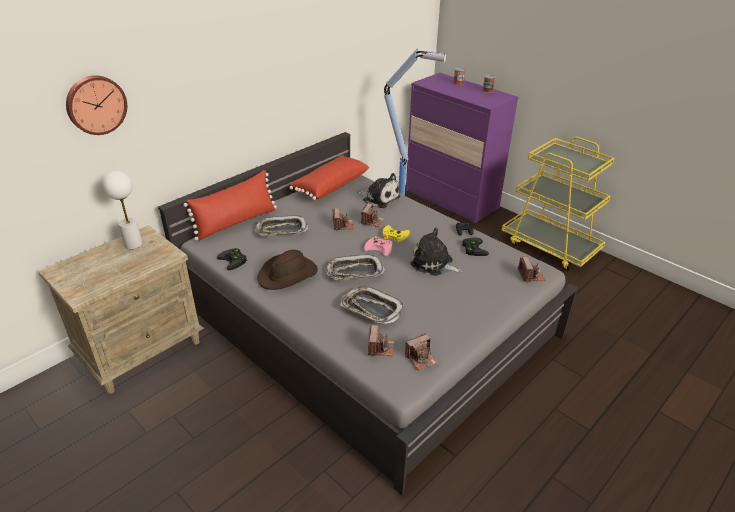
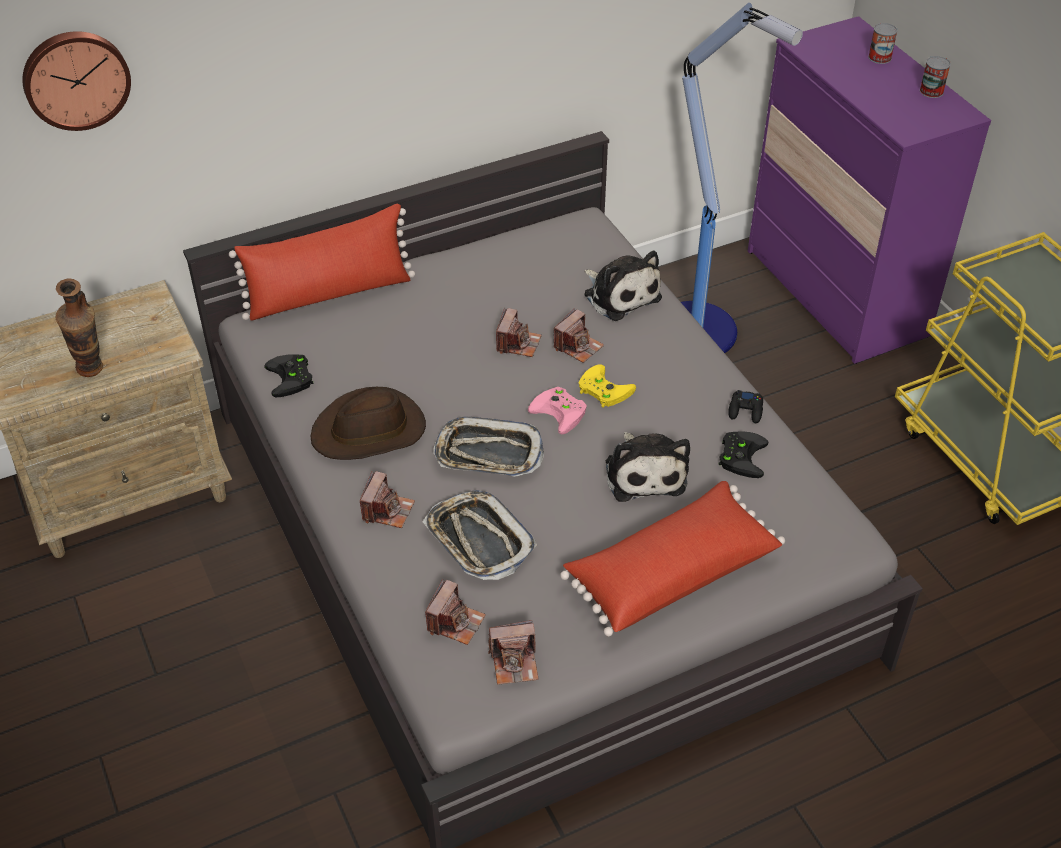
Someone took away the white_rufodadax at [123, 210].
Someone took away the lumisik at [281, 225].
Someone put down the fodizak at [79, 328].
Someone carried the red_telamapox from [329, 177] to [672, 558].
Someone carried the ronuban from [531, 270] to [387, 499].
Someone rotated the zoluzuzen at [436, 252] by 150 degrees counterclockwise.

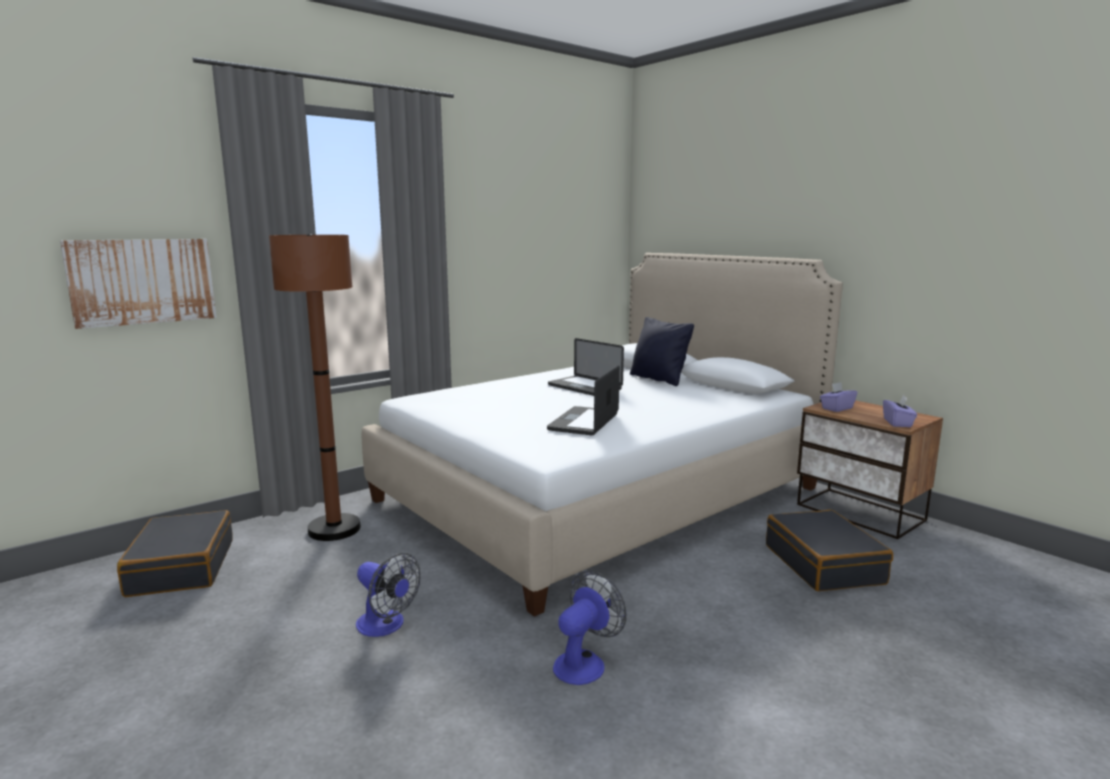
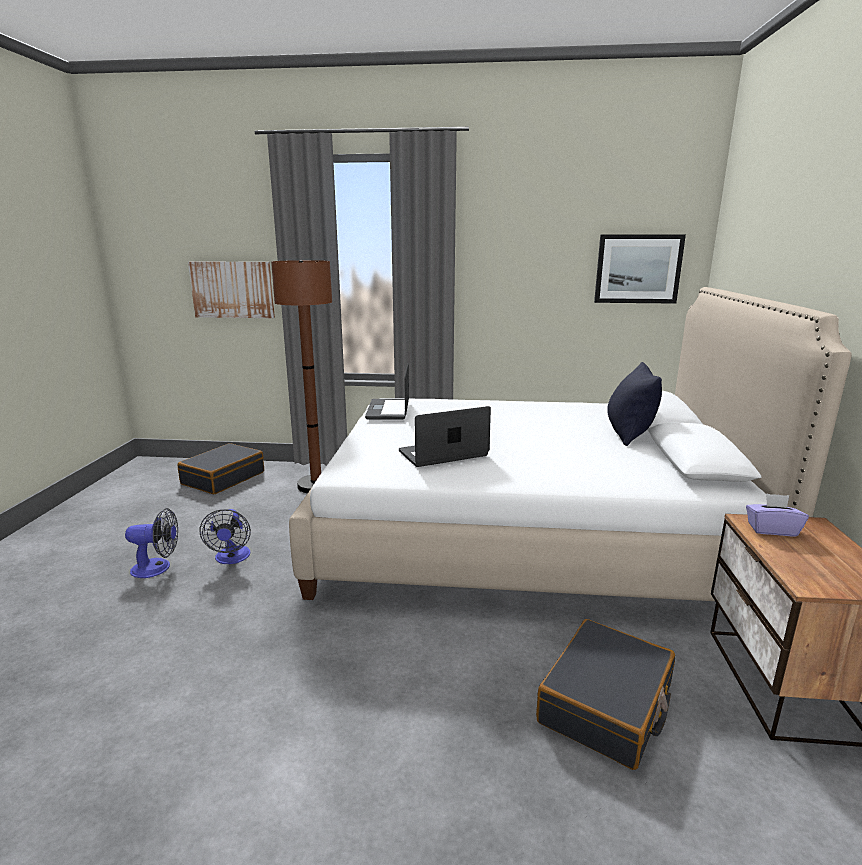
Someone took away the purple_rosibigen at [900, 411].
Someone put up the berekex at [640, 269].
Someone carried the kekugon from [586, 367] to [387, 392].
Someone carried the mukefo from [589, 628] to [151, 543].

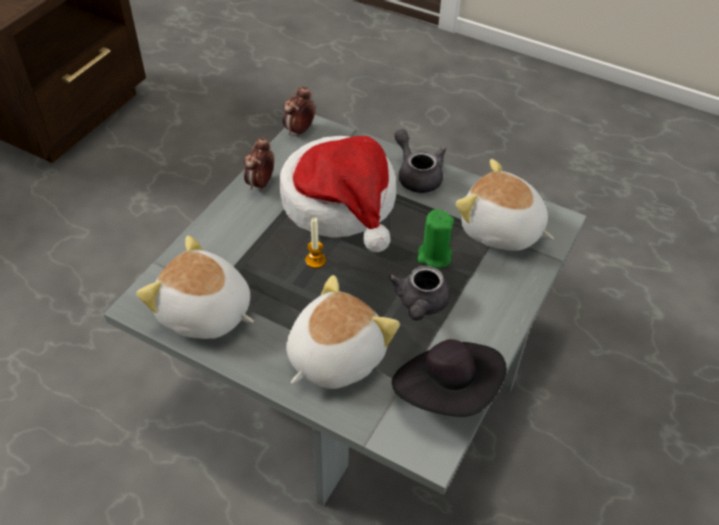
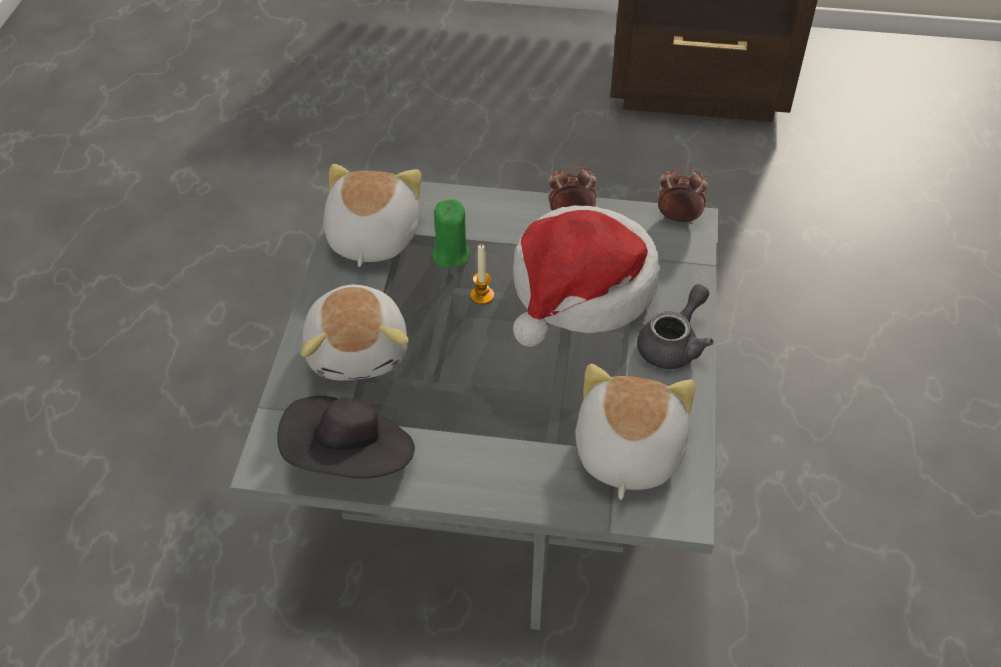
Someone took away the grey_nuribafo at [419, 293].
Someone carried the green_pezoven from [435, 238] to [451, 233].
Someone rotated the zoluzuzen at [343, 332] by 60 degrees clockwise.

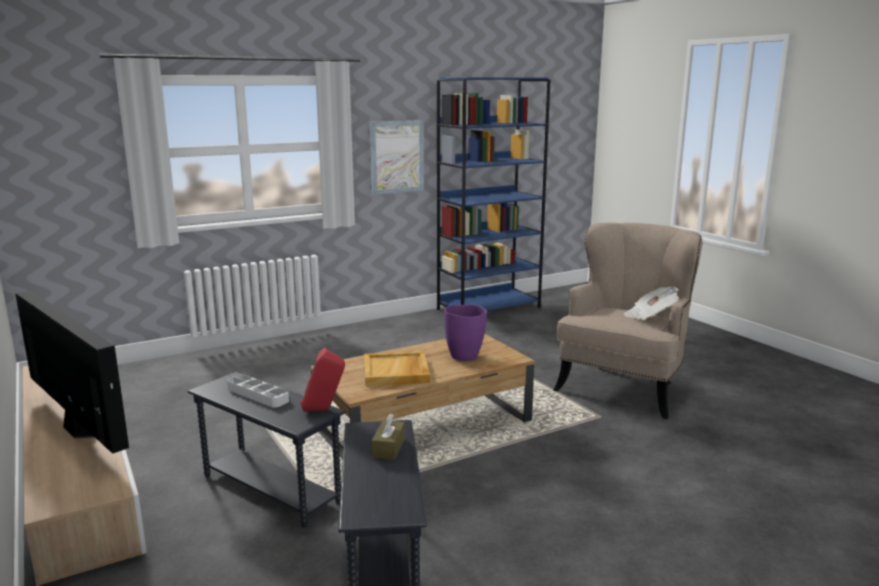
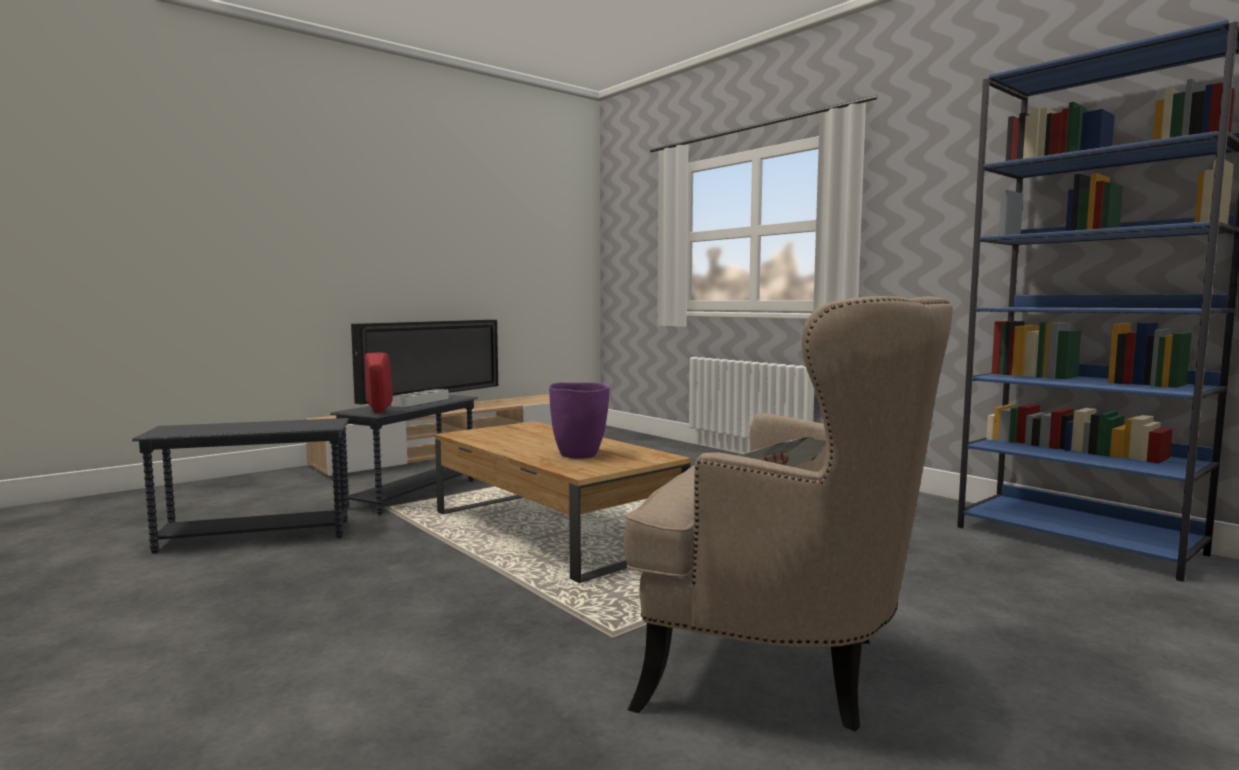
Someone took away the beige_lumisik at [397, 368].
Someone took away the berekex at [397, 157].
Someone took away the brown_rosibigen at [388, 437].

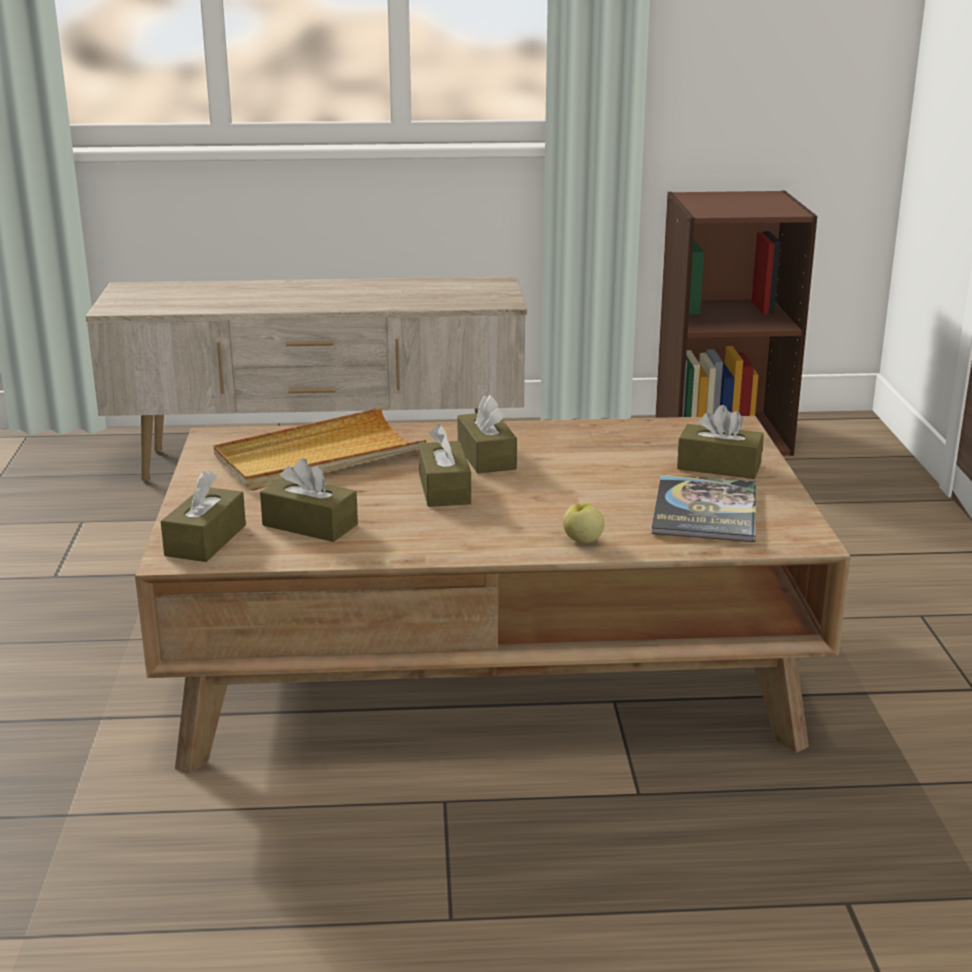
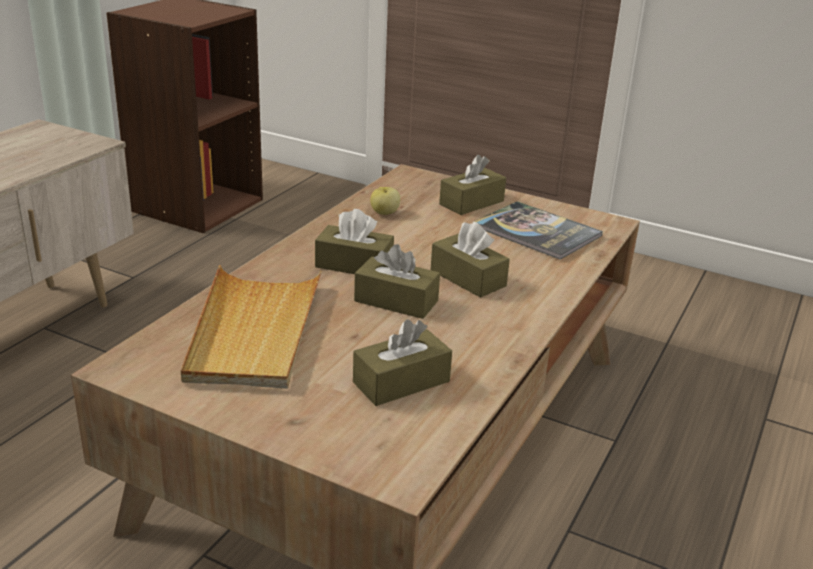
Someone carried the brown_rosibigen from [203, 516] to [470, 260].
Someone carried the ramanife from [584, 523] to [385, 201].

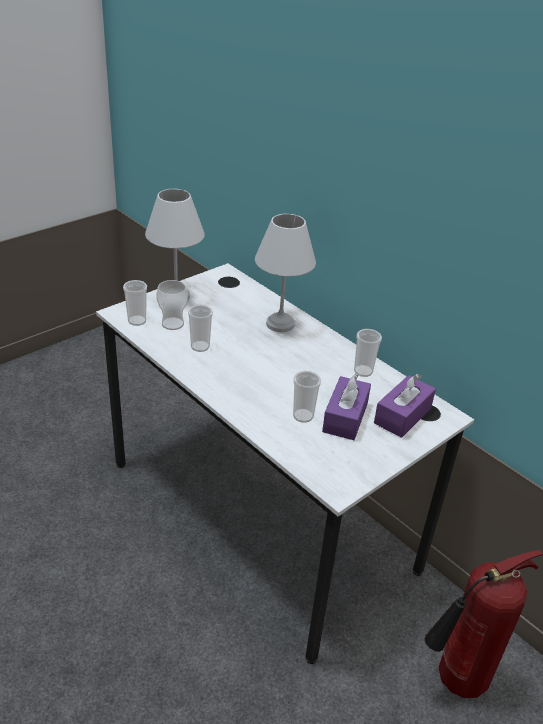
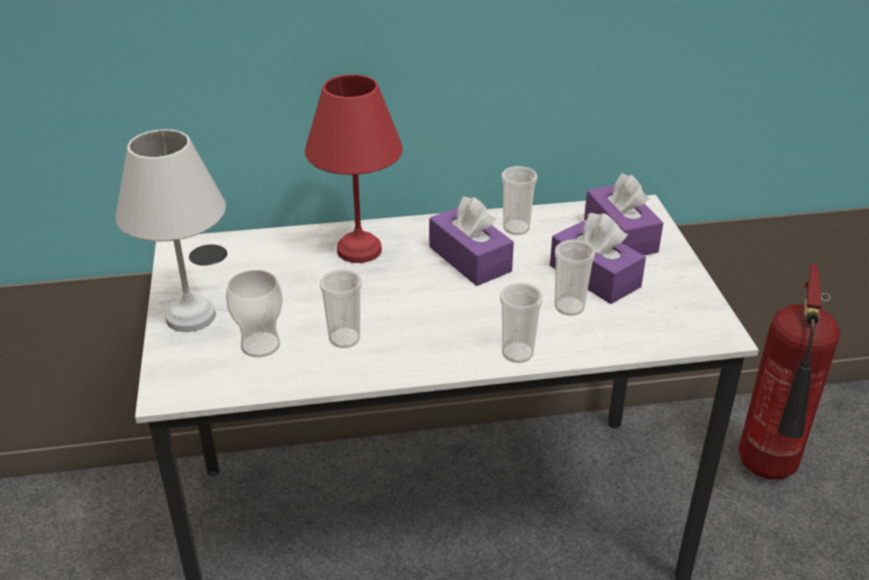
Someone put down the purple_rosibigen at [471, 241].
Someone carried the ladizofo from [135, 303] to [521, 323].
Someone repainted the white_rufodadax at [285, 273], which became the red_rufodadax at [354, 168].

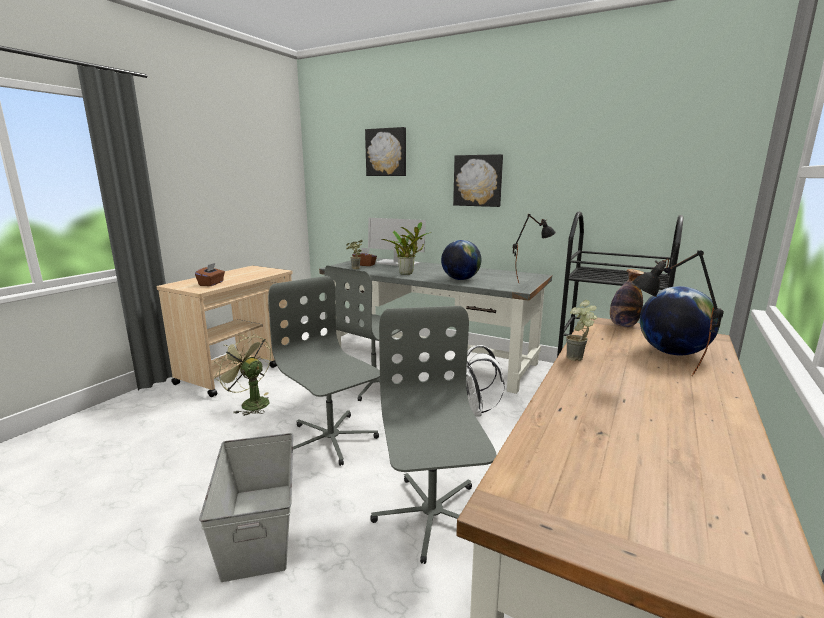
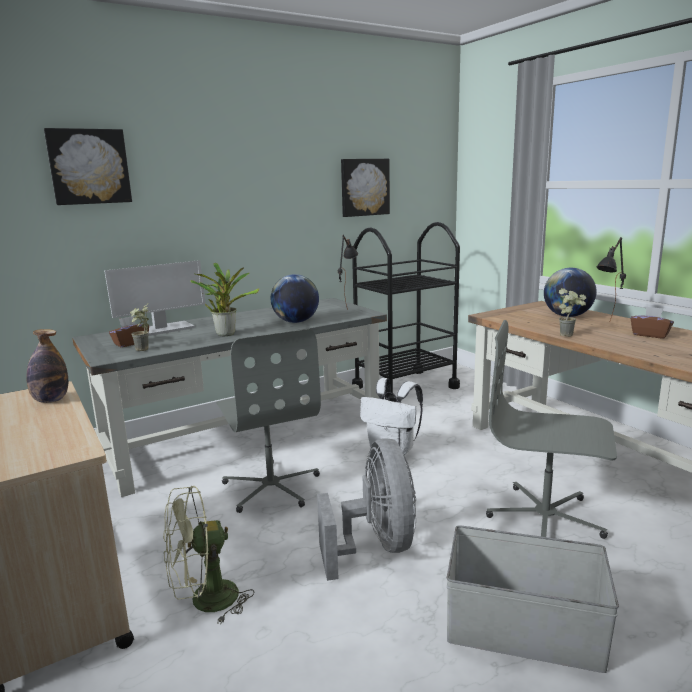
Someone carried the brown_rosibigen from [210, 274] to [652, 323].
Someone carried the berekex from [478, 180] to [365, 188].
Someone carried the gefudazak from [627, 298] to [47, 366].
Someone swapped the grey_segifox at [324, 371] for the grey_mukefo at [366, 510].

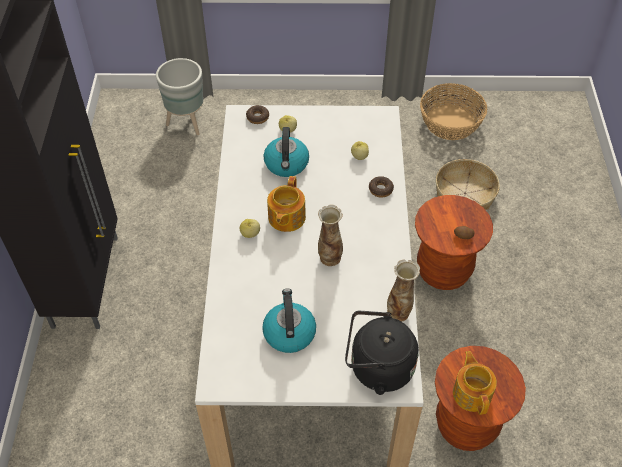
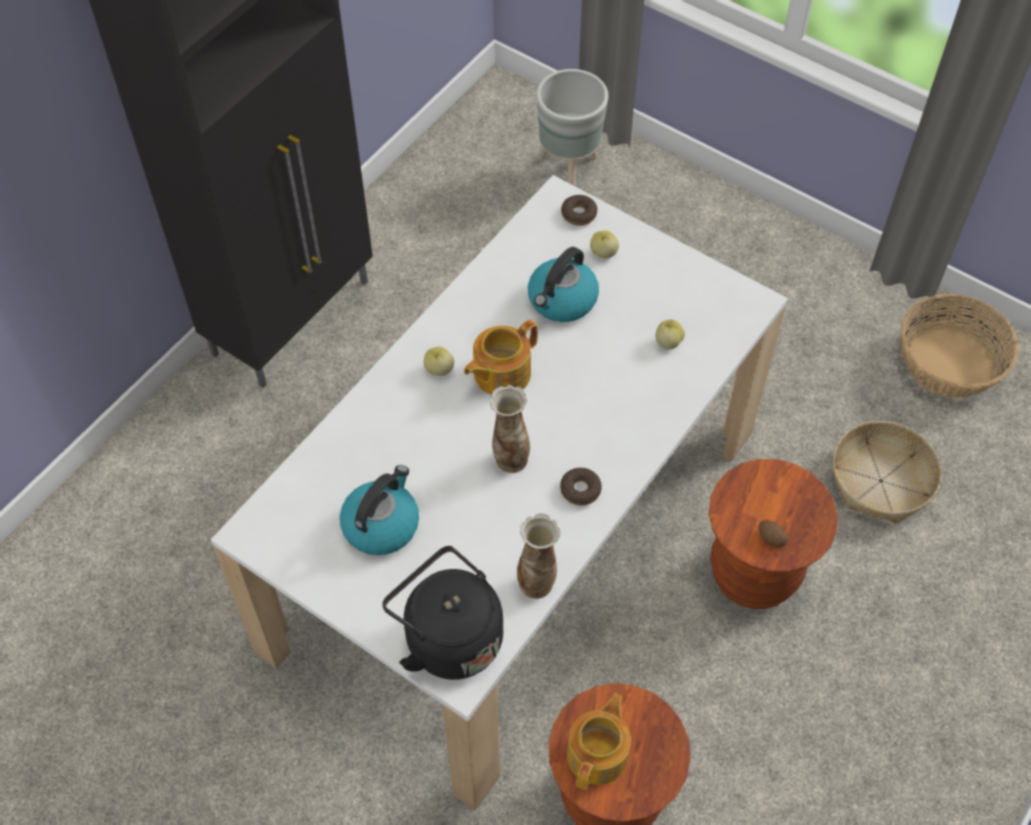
Someone carried the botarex from [381, 187] to [581, 487].

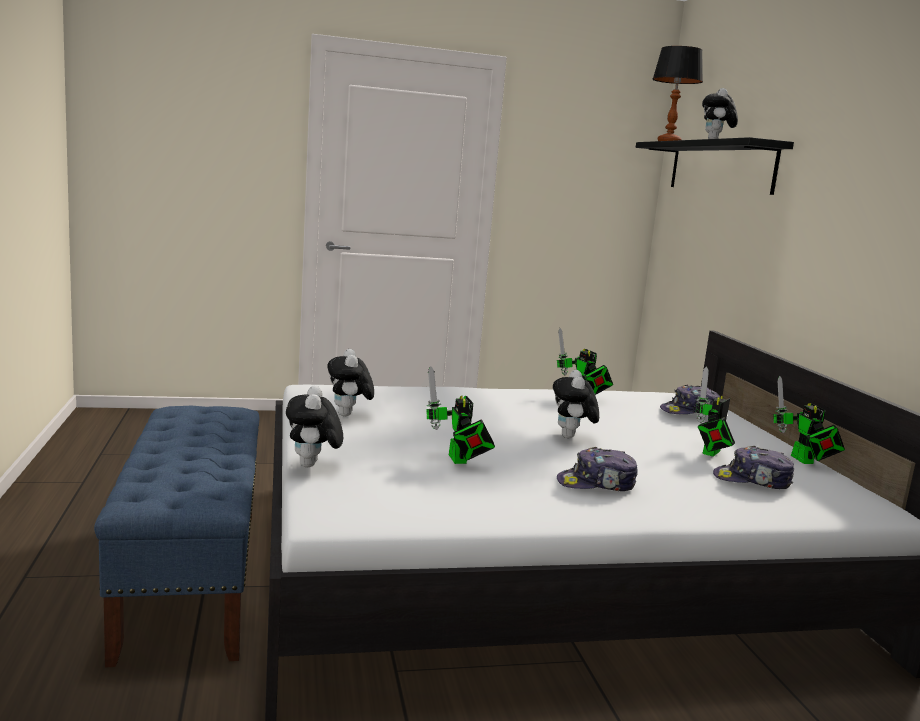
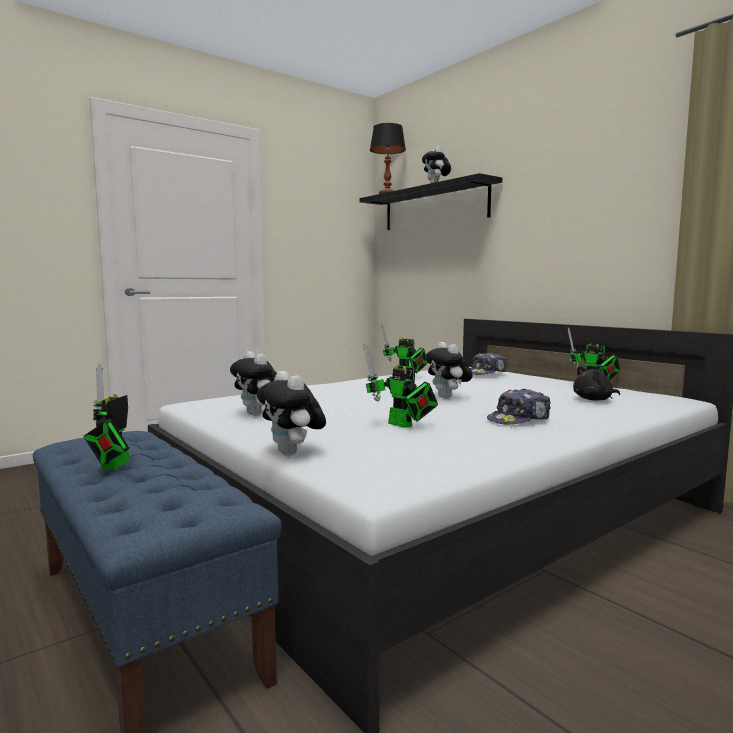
Someone carried the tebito from [715, 411] to [106, 417].
Someone swapped the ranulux at [753, 467] for the black_zoluzuzen at [596, 383].

